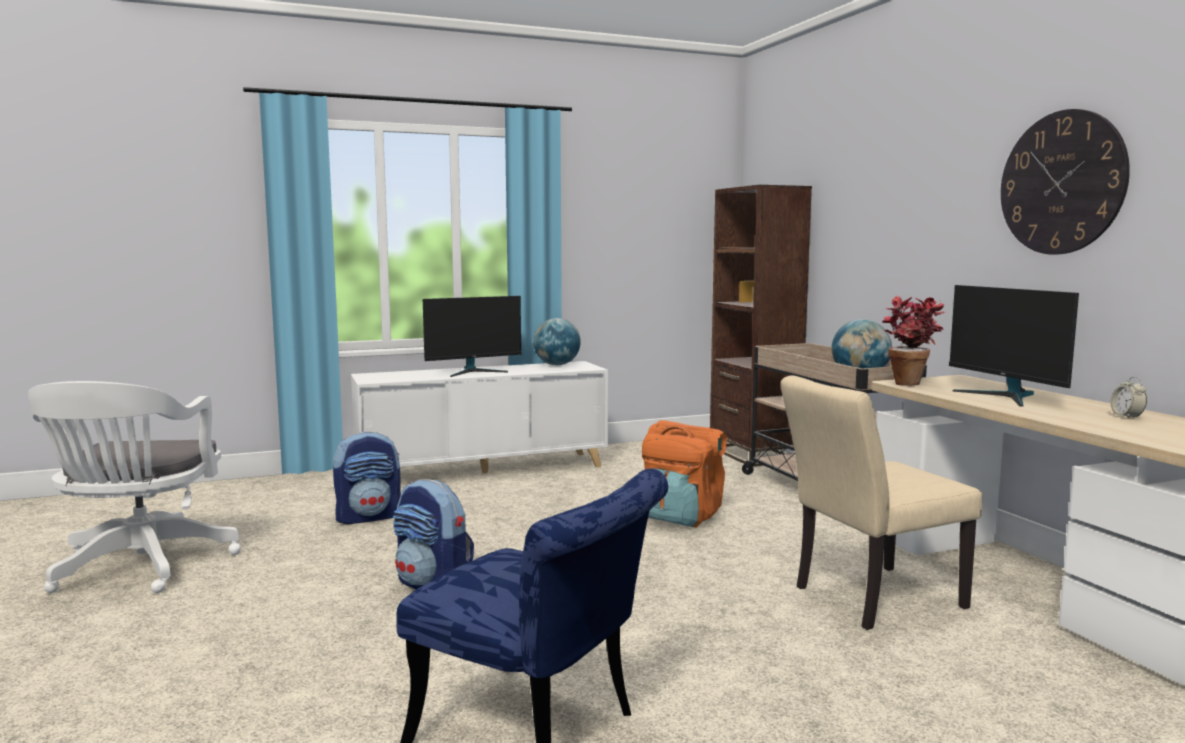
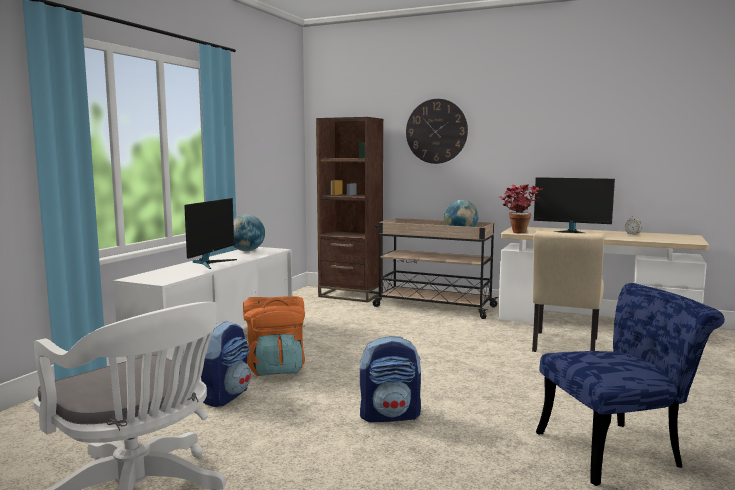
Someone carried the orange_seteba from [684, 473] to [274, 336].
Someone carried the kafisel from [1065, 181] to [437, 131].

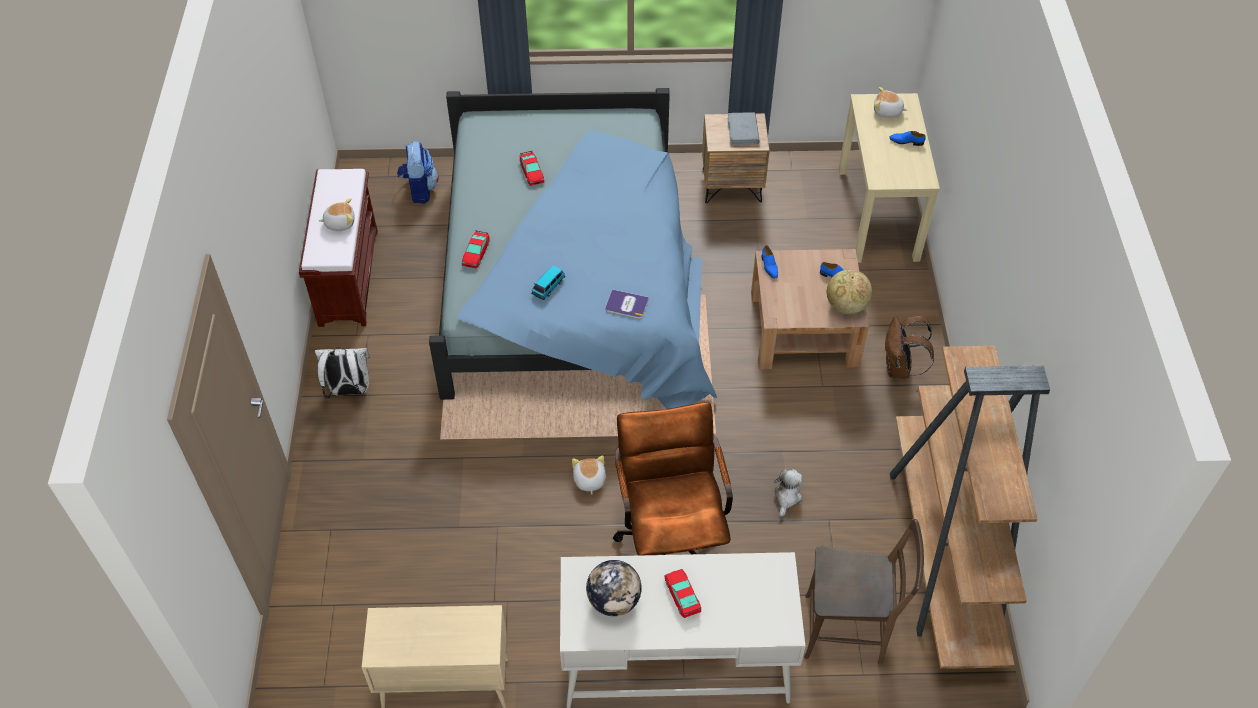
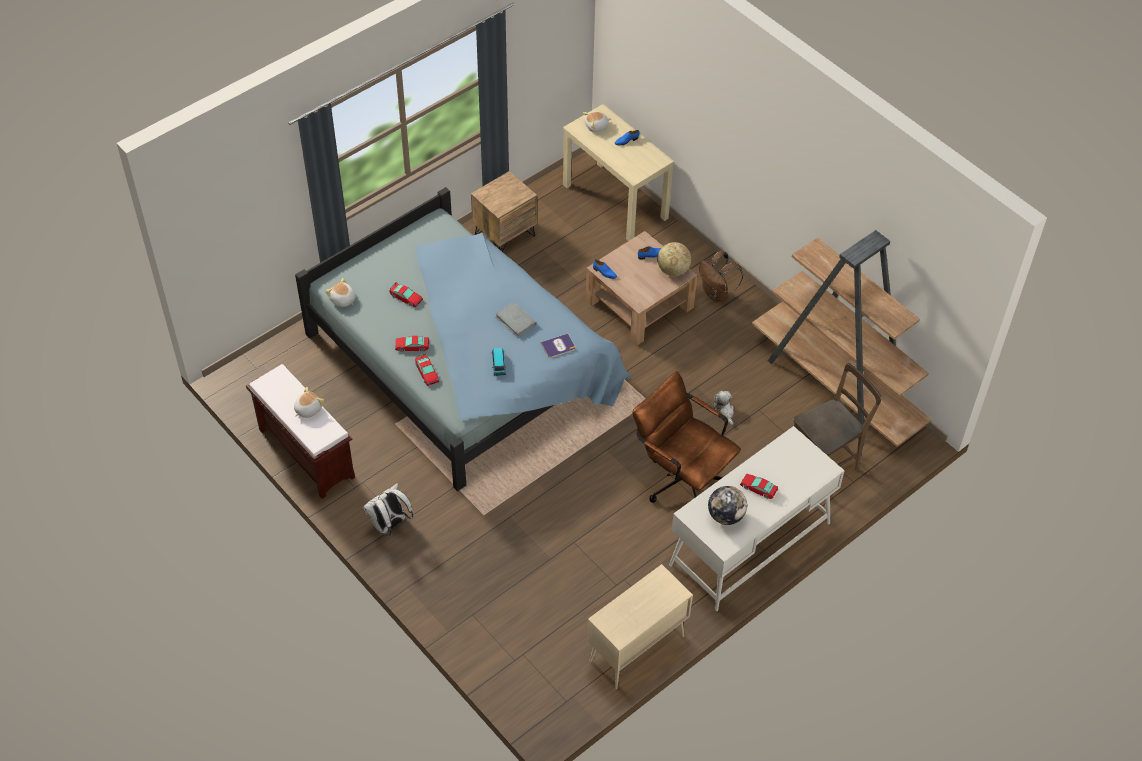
Someone took away the seteba at [418, 172].
Someone put down the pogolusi at [412, 344].
Someone carried the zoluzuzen from [589, 474] to [340, 292].
Someone carried the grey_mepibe from [744, 128] to [516, 320].

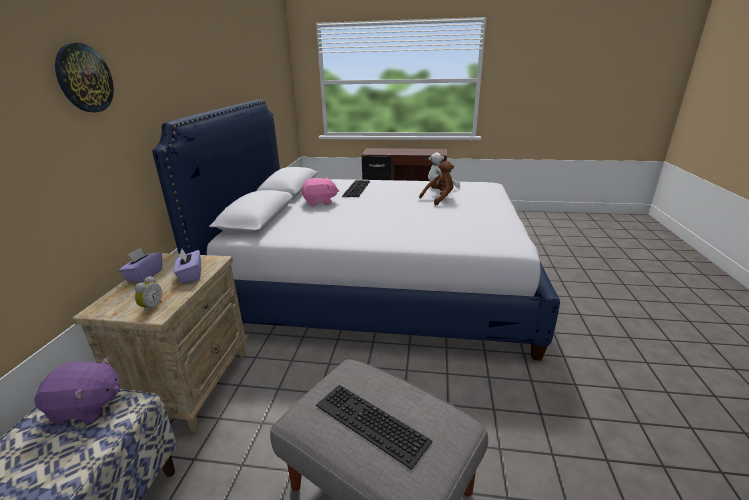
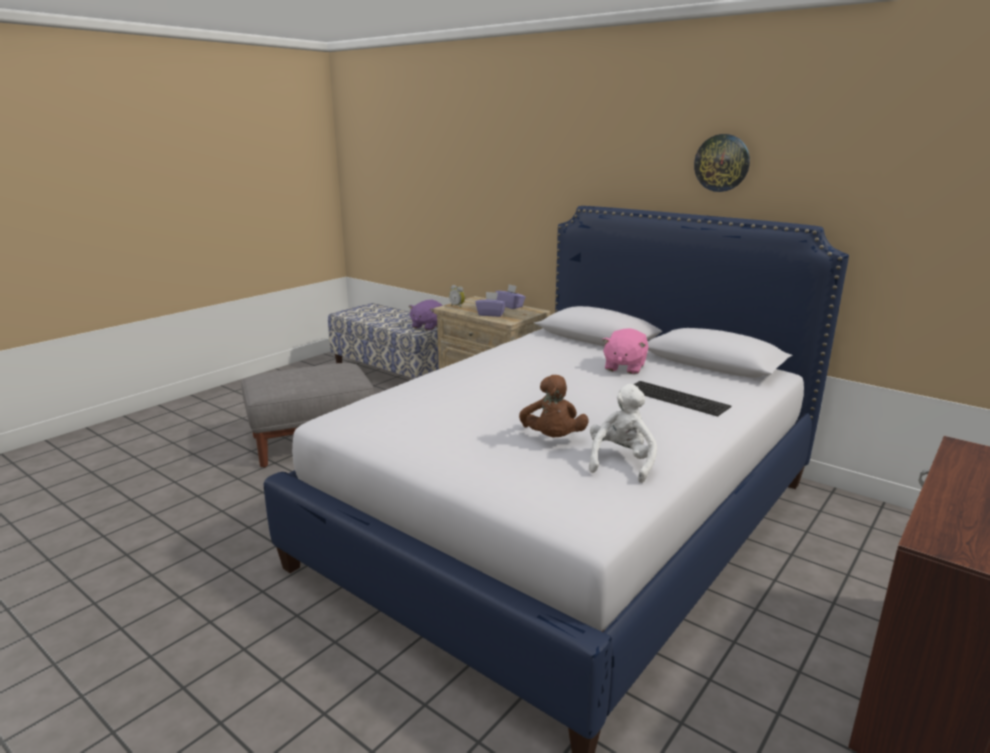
Someone took away the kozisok at [374, 427].
Someone carried the kafisel from [84, 77] to [722, 163].

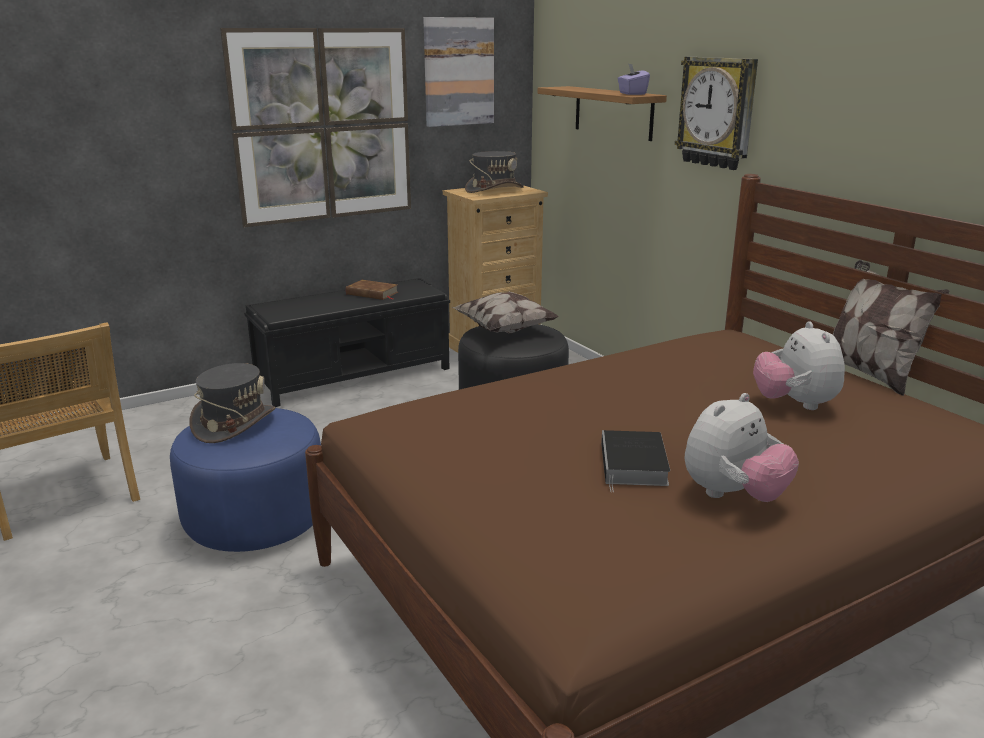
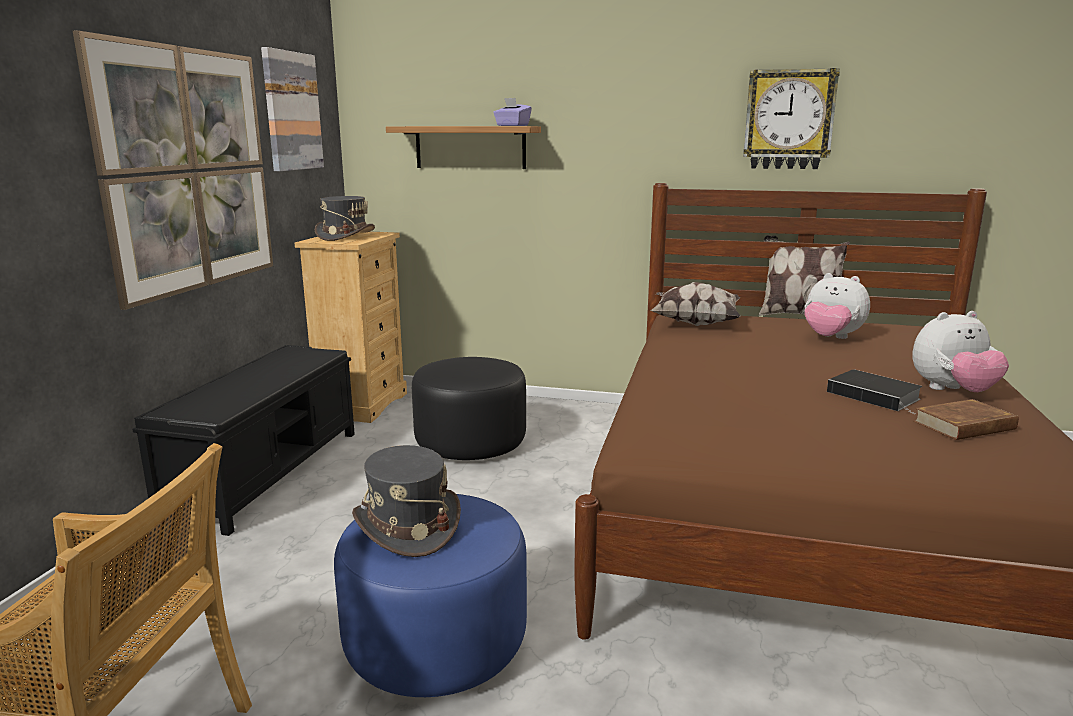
Someone carried the brown_mepibe from [372, 290] to [966, 419].
Someone carried the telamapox from [505, 312] to [695, 304].
Someone carried the kafisel from [716, 113] to [791, 118].
Someone rotated the zoluzuzen at [741, 447] by 75 degrees clockwise.

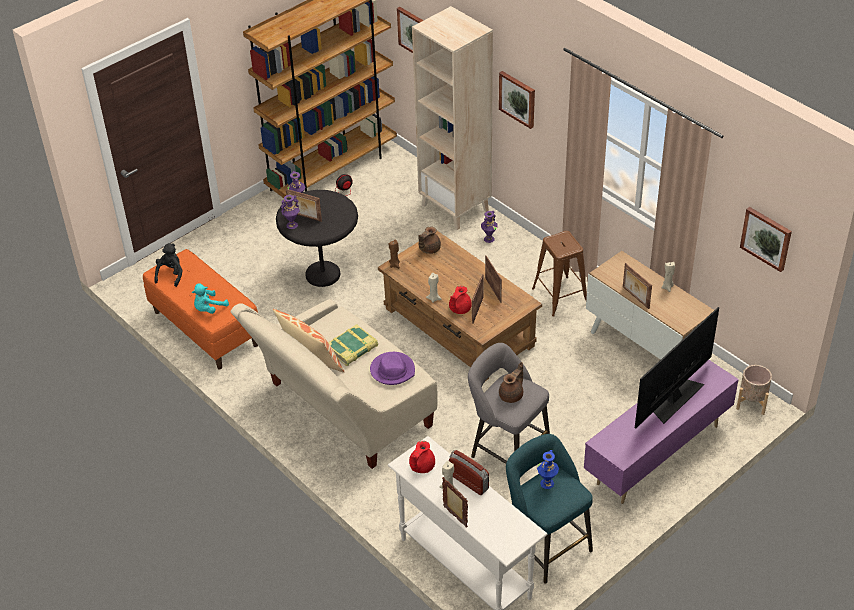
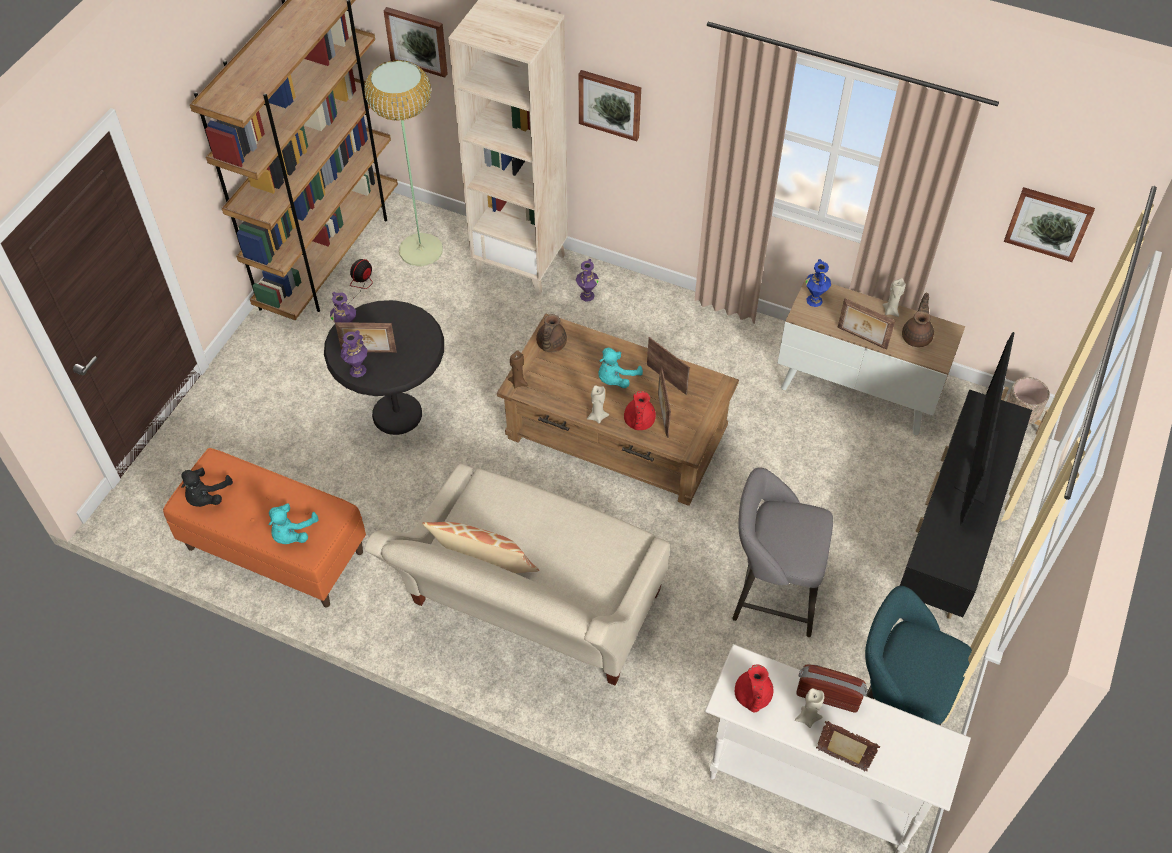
Someone took away the mepibe at [353, 345].
Someone took away the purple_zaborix at [392, 368].
Someone took away the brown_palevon at [559, 273].
Someone put down the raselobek at [403, 163].
Someone put down the turquoise_zoluzuzen at [620, 368].
Someone carried the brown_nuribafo from [511, 382] to [918, 320].
Someone carried the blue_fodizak from [548, 469] to [818, 283].
Someone repainted the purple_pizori at [661, 432], which became the black_pizori at [966, 504].
Someone rotated the black_zoluzuzen at [168, 265] by 150 degrees counterclockwise.

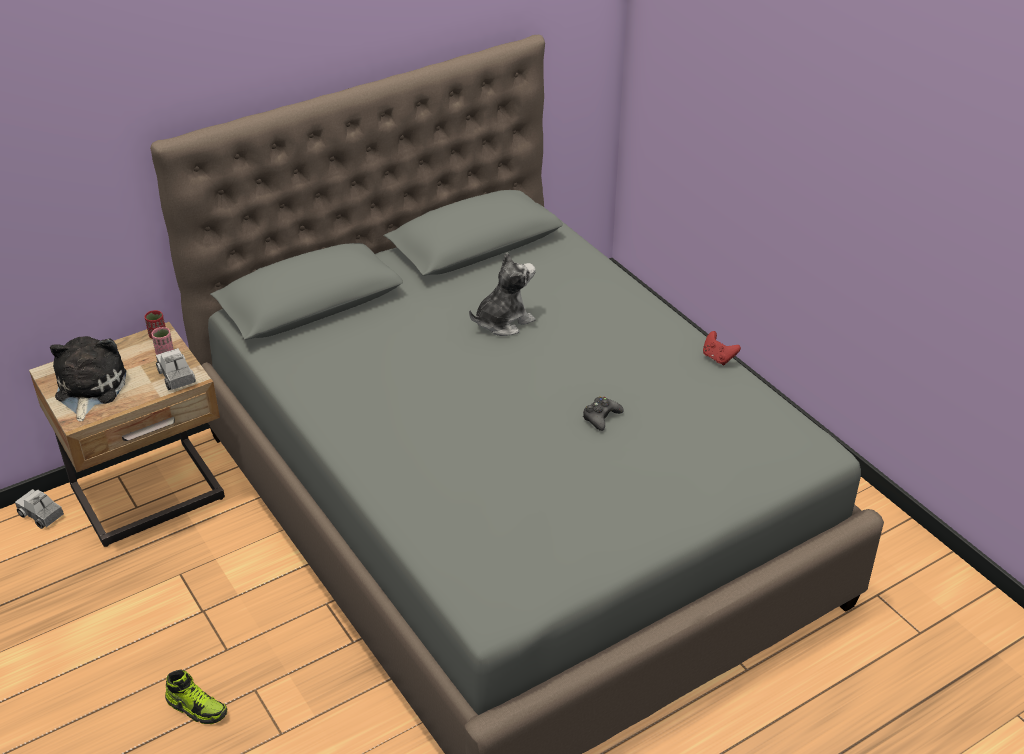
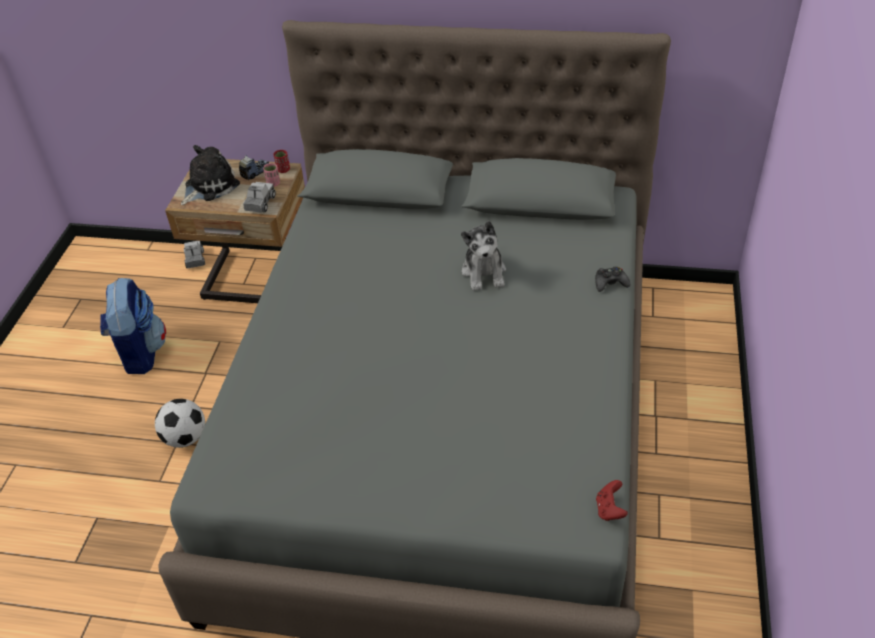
Someone took away the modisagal at [196, 696].
Someone put down the seteba at [133, 326].
Someone put down the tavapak at [180, 423].
Someone put down the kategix at [254, 167].
Someone carried the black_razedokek from [603, 413] to [612, 279].
Someone carried the red_razedokek from [722, 348] to [612, 500].
Someone rotated the zoluzuzen at [502, 294] by 75 degrees clockwise.

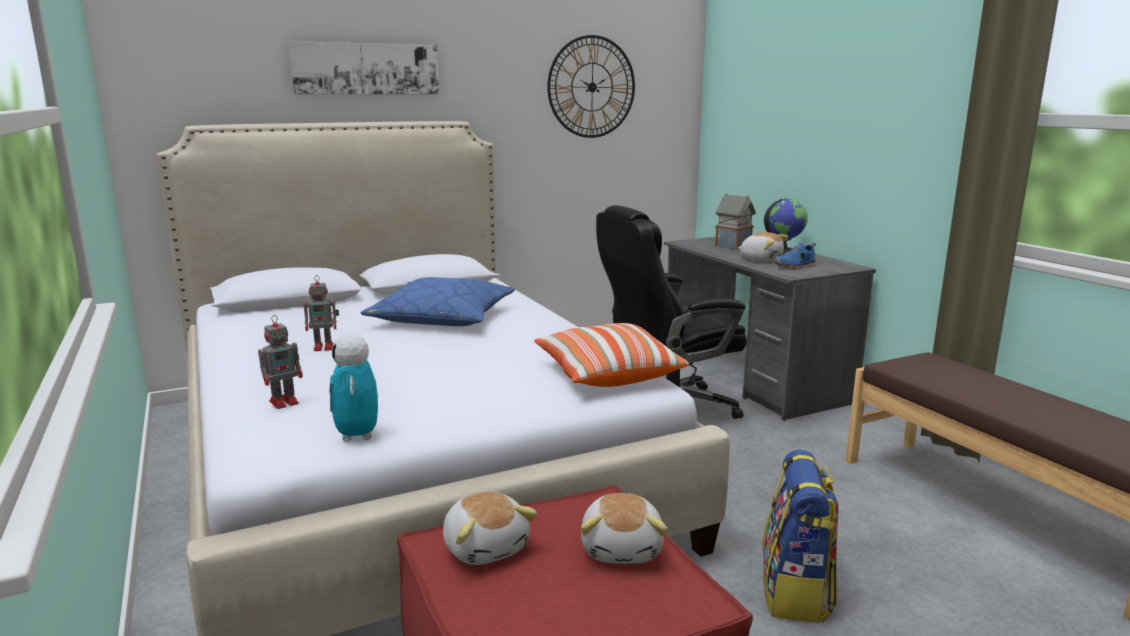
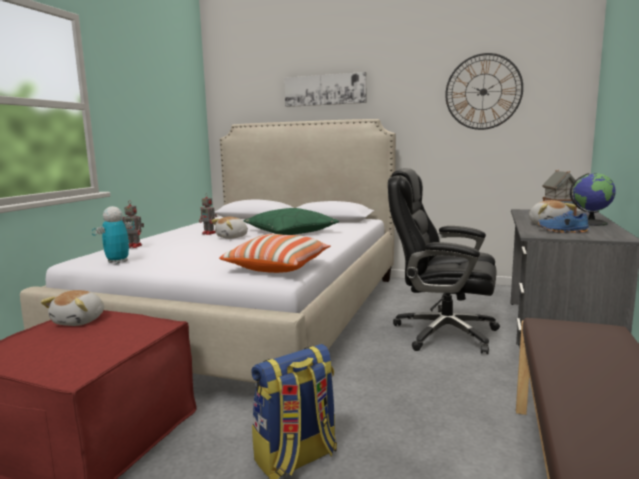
Someone carried the zoluzuzen from [624, 528] to [229, 228].
Someone repainted the blue_telamapox at [438, 301], which became the green_telamapox at [291, 221].

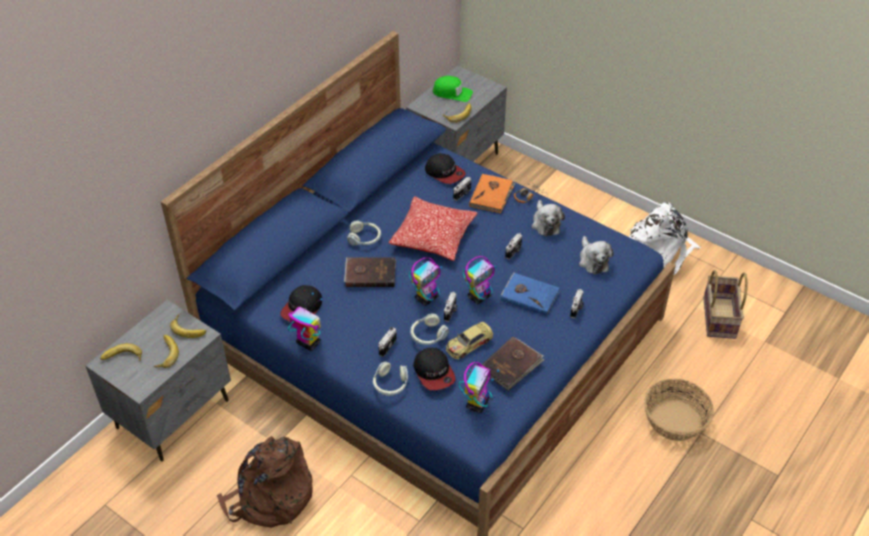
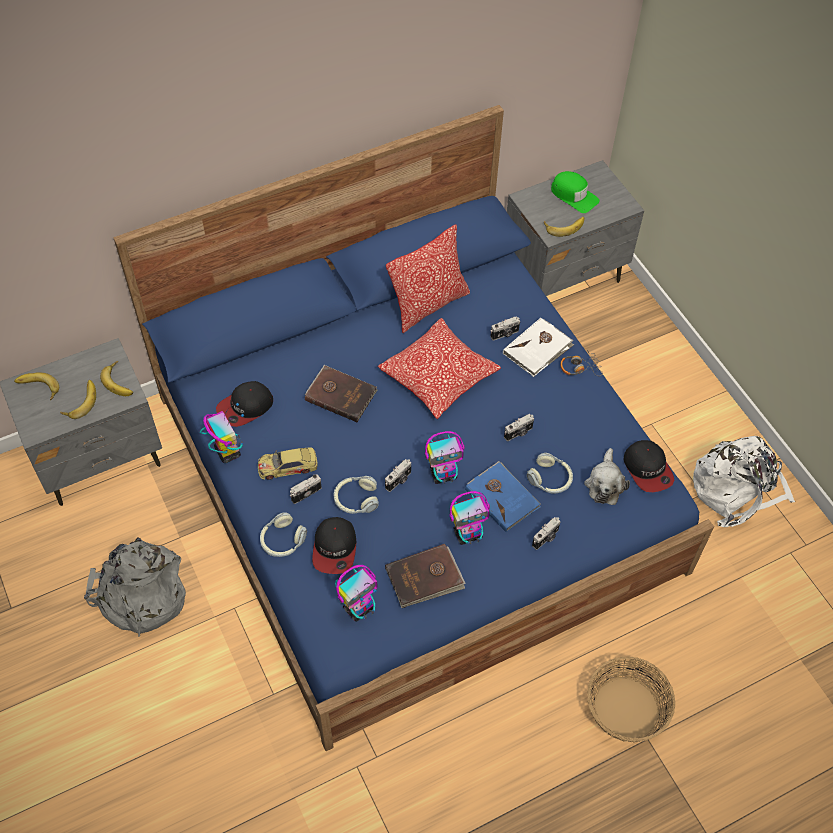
Someone took away the zoluzuzen at [548, 218].
Someone took away the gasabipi at [725, 304].
Someone put down the telamapox at [428, 278].
Someone carried the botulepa from [364, 233] to [550, 473].
Someone carried the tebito from [426, 281] to [469, 518].
Someone carried the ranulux from [445, 168] to [649, 466].
Someone carried the pogolusi from [469, 340] to [288, 463].
Someone repainted the brown_seteba at [265, 482], which became the grey_seteba at [135, 587].
Someone repainted the orange_mepibe at [492, 193], which became the white_mepibe at [538, 347].

